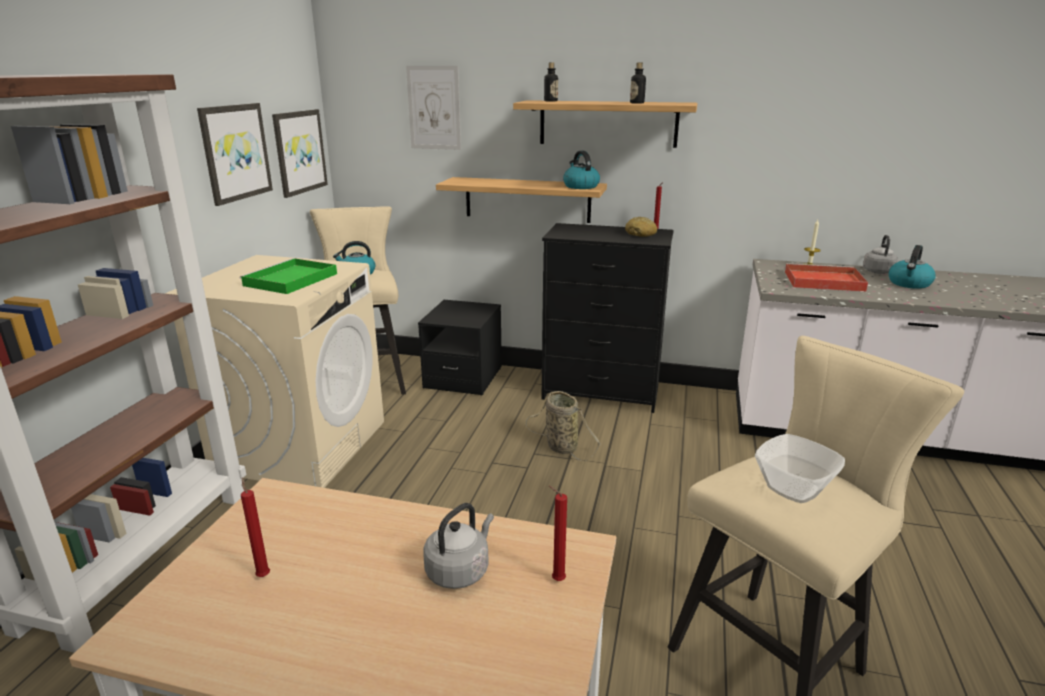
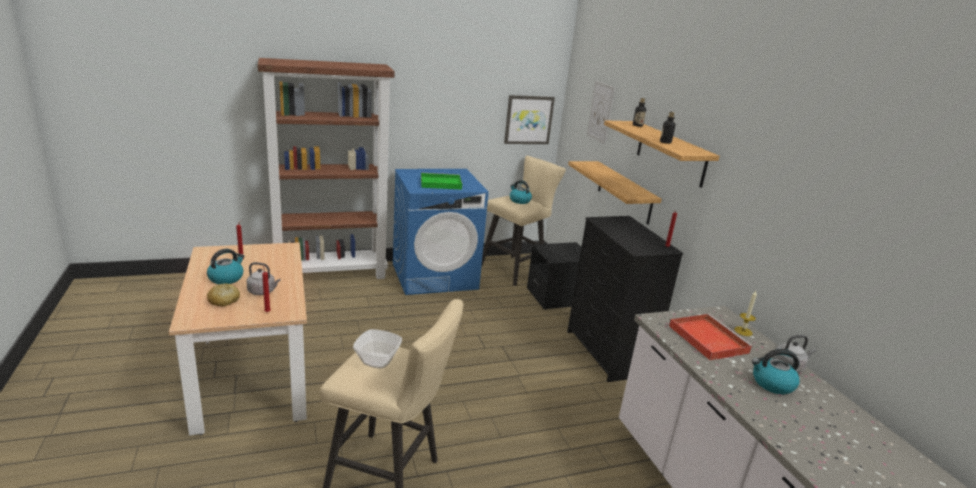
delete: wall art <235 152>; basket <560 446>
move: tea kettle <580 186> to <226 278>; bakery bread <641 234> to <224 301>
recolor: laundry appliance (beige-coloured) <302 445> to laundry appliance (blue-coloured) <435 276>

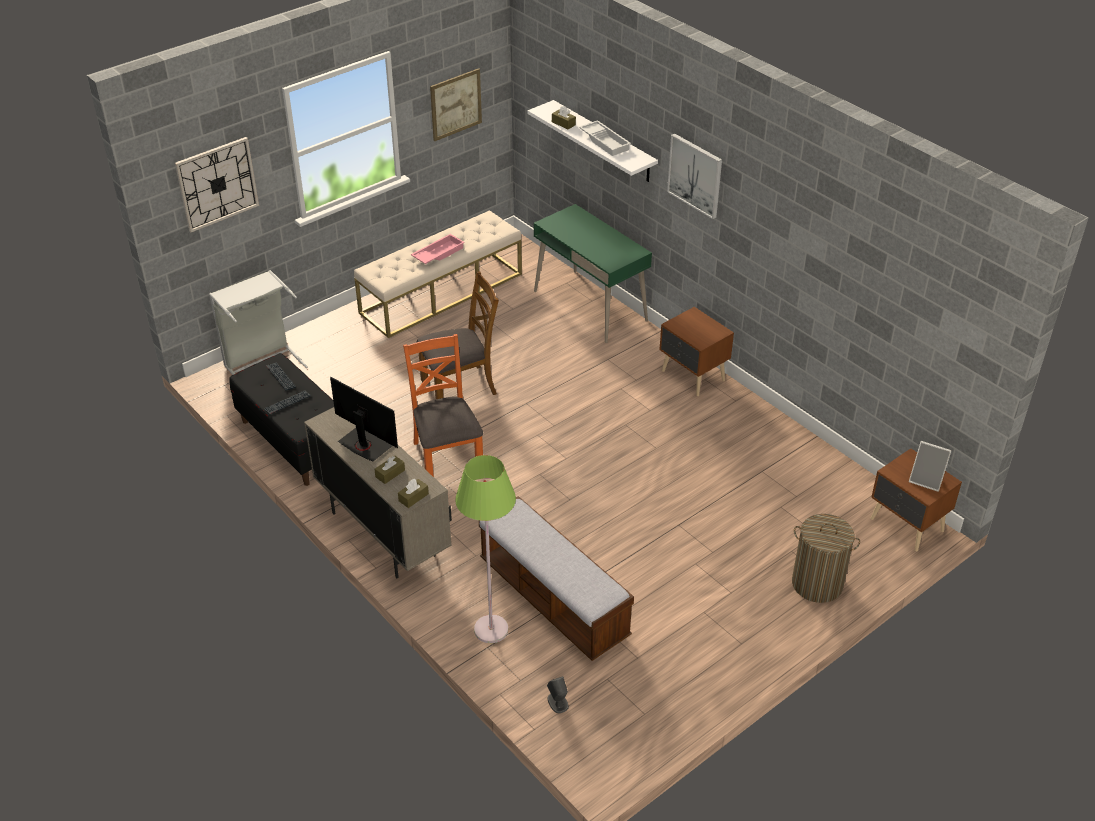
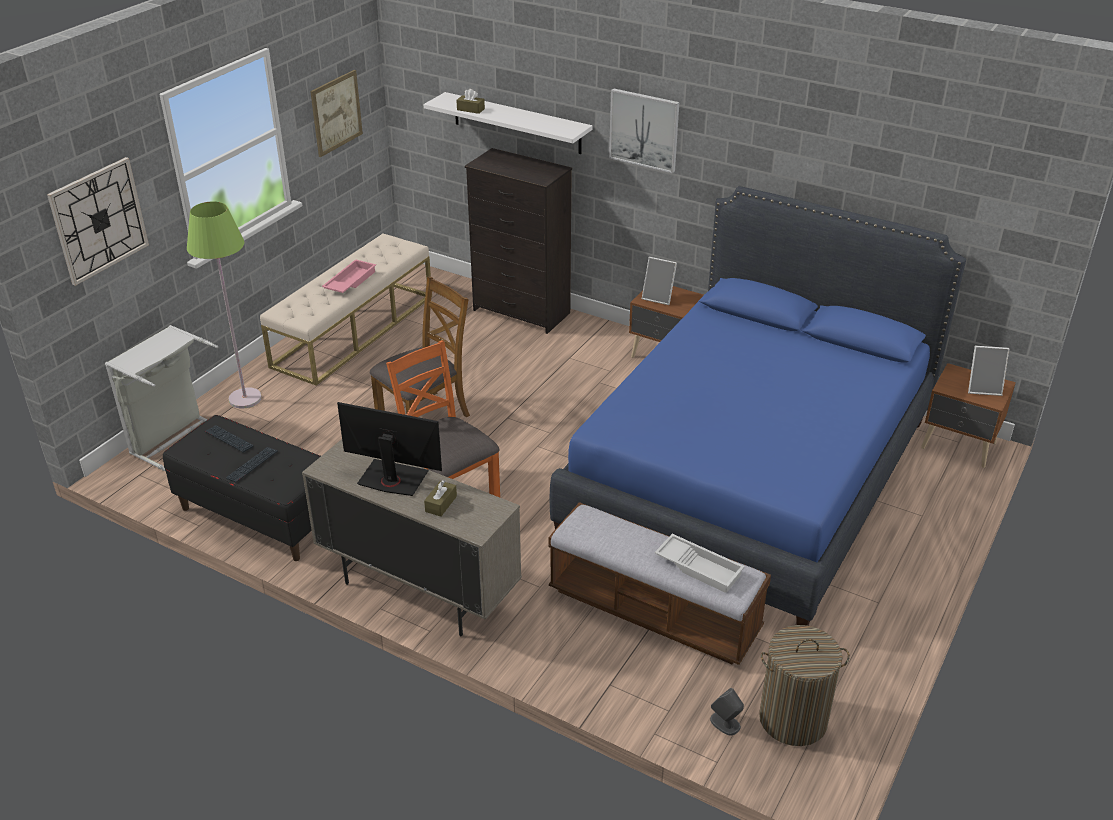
delete: tissue box (brown-coloured) <413 497>
insert: bed (blue-coloured) <750 475>; standing frame <659 297>
move: serving tray (white) <605 141> to <699 567>; floor lamp (green) <491 629> to <245 398>; washing basket <817 584> to <793 719>
replace: desk (green) <590 306> to dresser (blackish) <521 312>

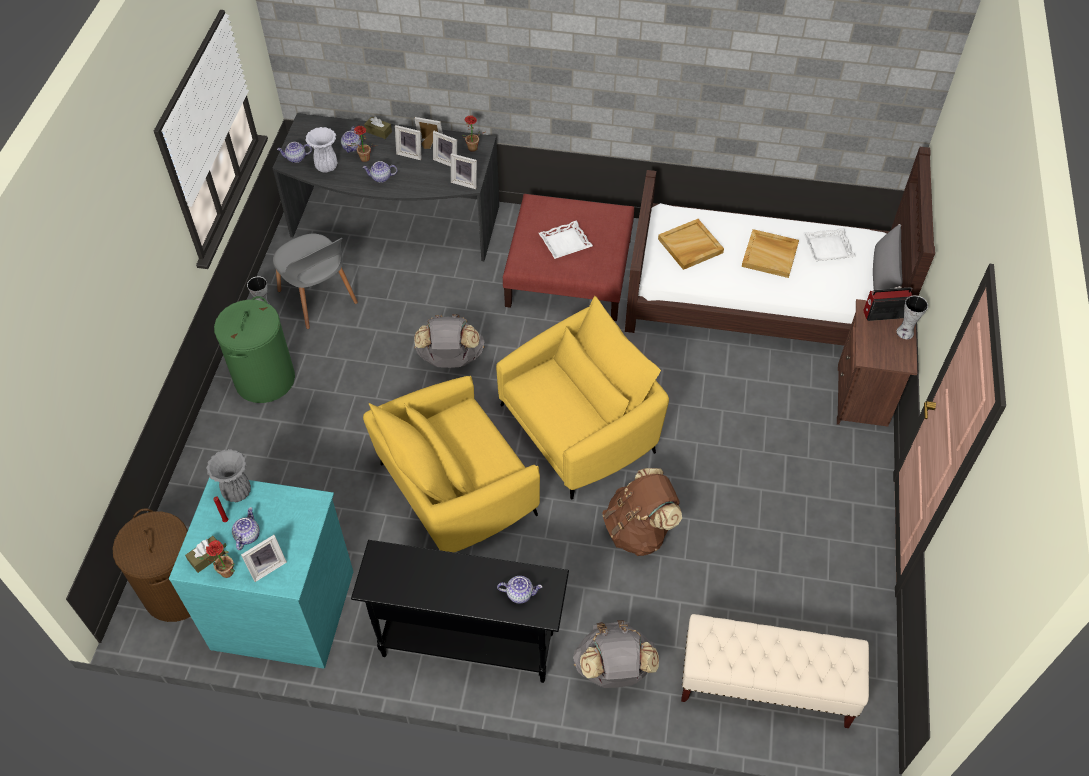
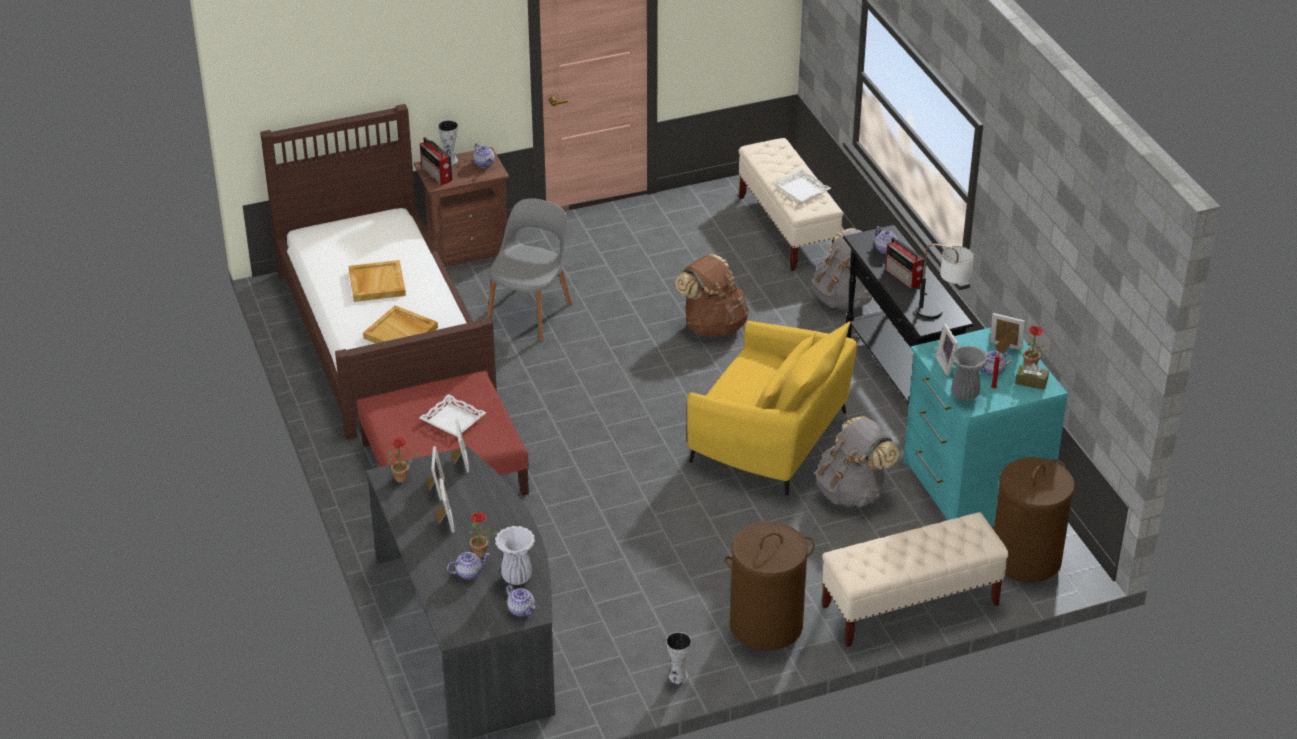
delete: tissue box (brown-coloured) <378 131>; pillow (grey) <883 276>; easy chair (yellow-coloured) <579 428>
insert: radio <904 277>; tabletop lamp <942 314>; bench (beige-coloured) <909 606>
move: standing frame <430 145> to <948 365>; tea pot <381 178> to <484 163>; serving tray (white) <828 248> to <801 190>; chair (grey) <318 298> to <530 313>; backpack (grey) <450 359> to <852 492>
recolor: washing basket (green) <264 379> to washing basket (brown-coloured) <766 625>

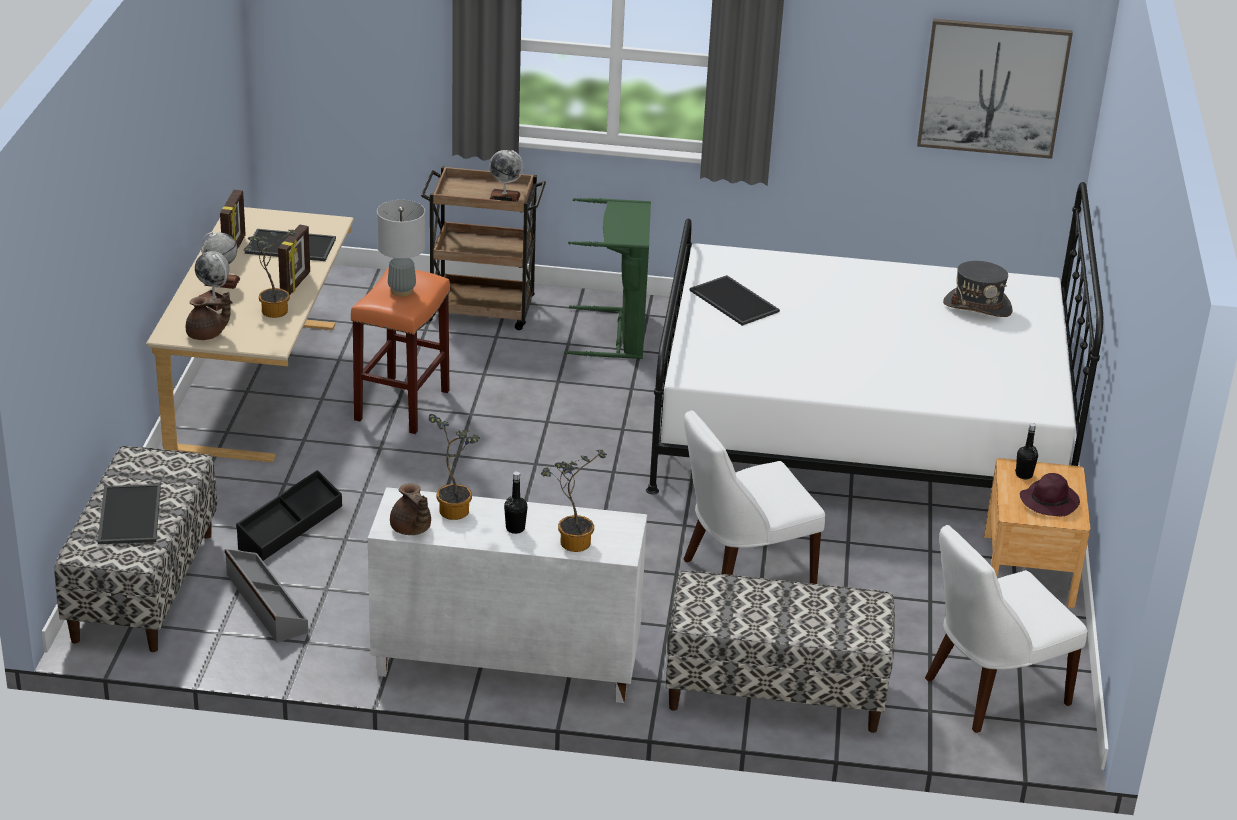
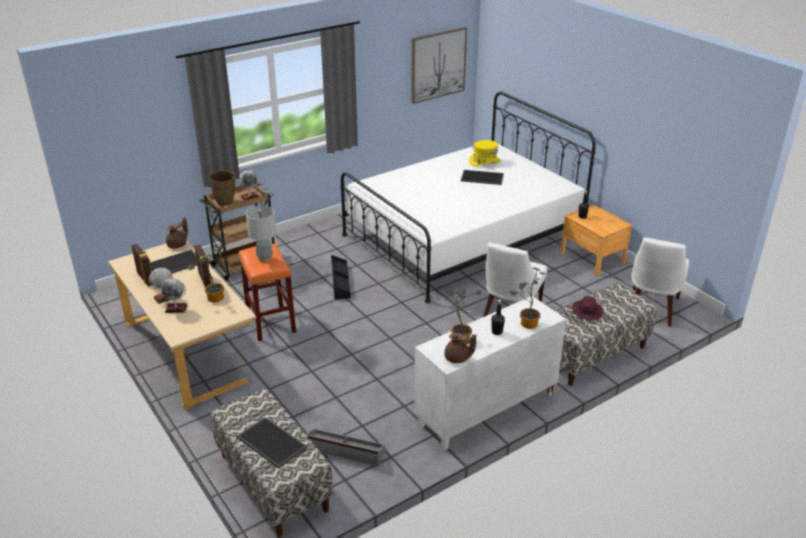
delete: washing basket (green) <617 334>
insert: vase (brown-coloured) <225 202>
move: serving tray <735 301> to <482 177>; tea pot (brown-coloured) <206 335> to <178 245>; storage container (blackish) <289 526> to <340 282>; hat (purplish) <1049 501> to <586 312>
recolor: hat (grey) <977 306> to hat (yellow-coloured) <484 162>

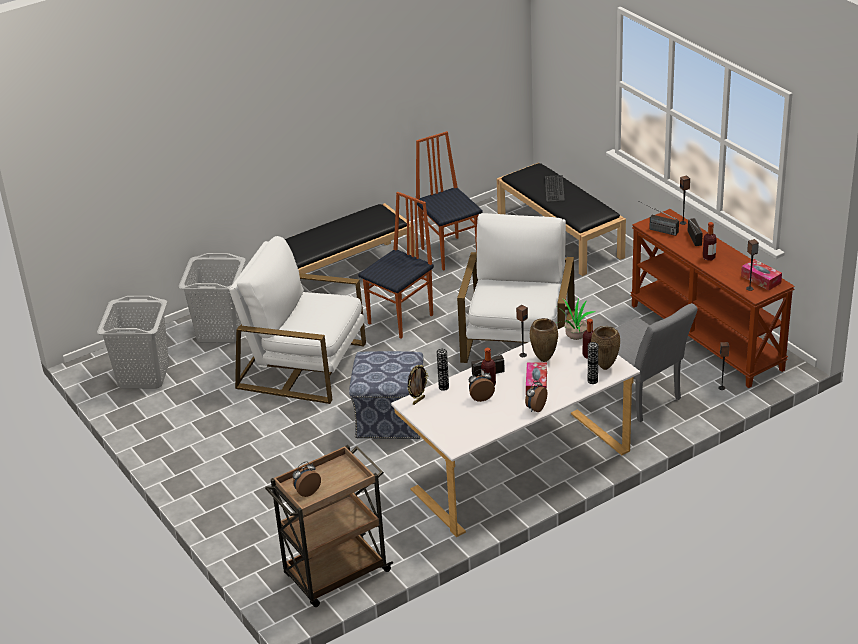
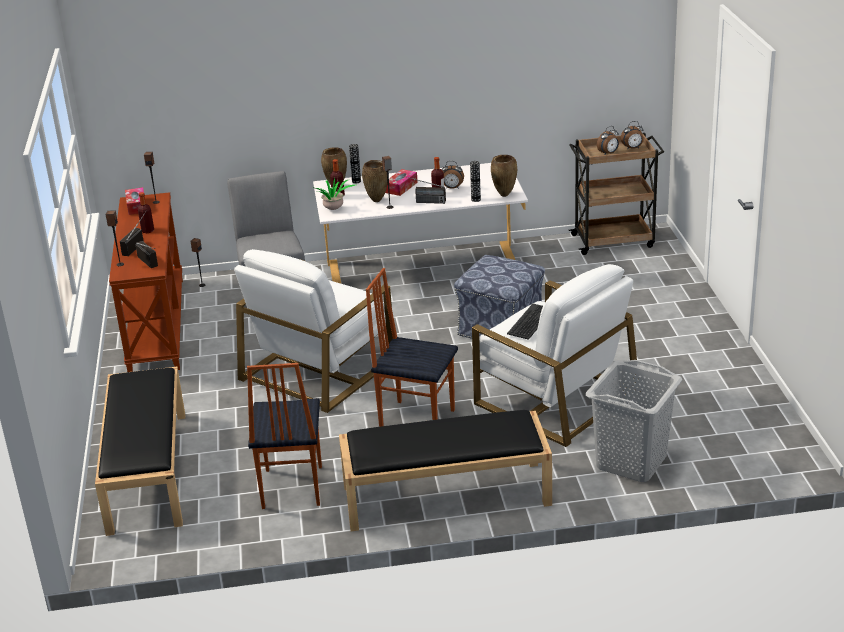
delete: washing basket (grey) <143 376>
move: keyboard <554 189> to <531 322>; table clock <535 408> to <608 153>
replace: standing frame <418 400> to vase (brown-coloured) <504 195>
rotate: chair <402 319> = <417 419> 45 degrees clockwise

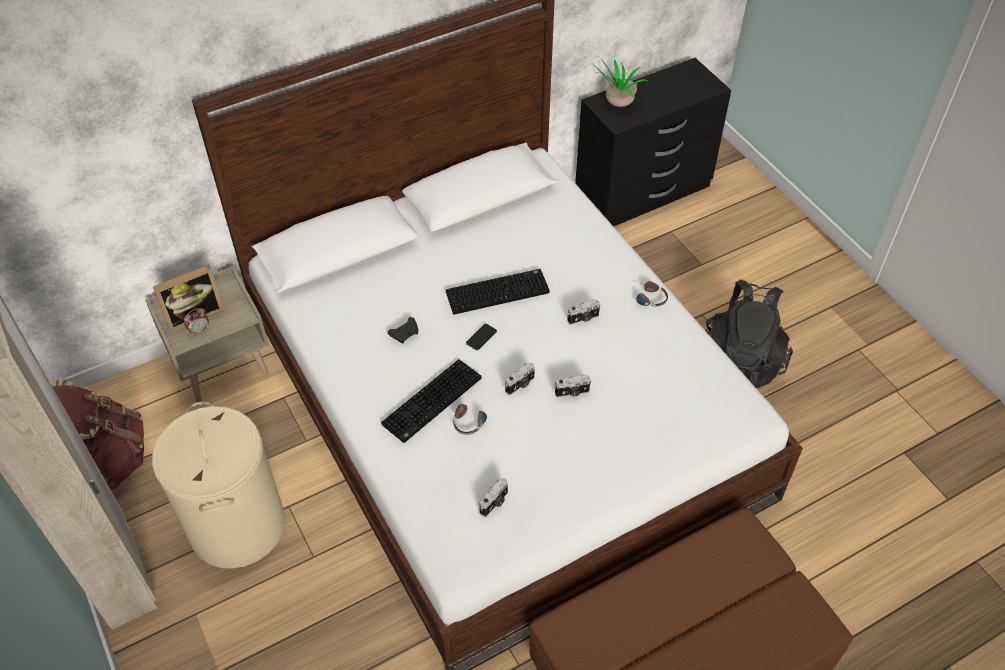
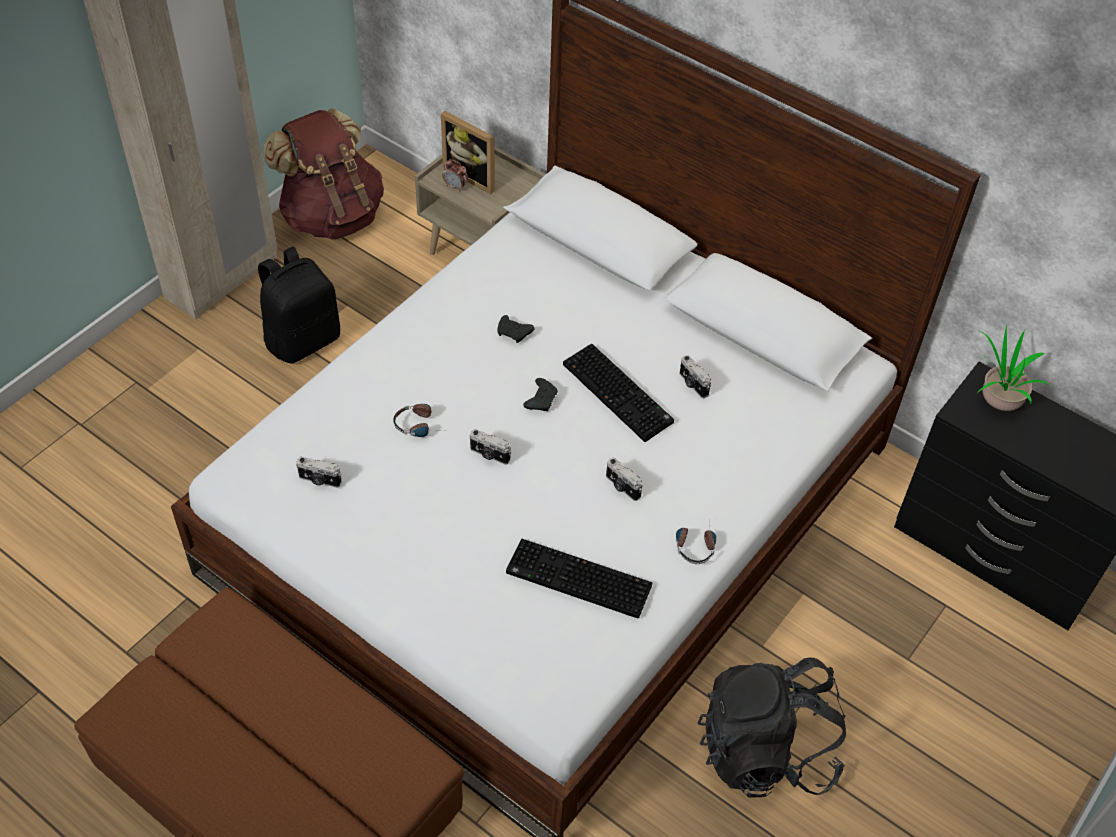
move: keyboard <432 403> to <576 581>; photo camera <572 393> to <692 384>
replace: handset <481 337> to joypad (blackish) <541 399>; washing basket (beige-coloured) <236 525> to backpack (blackish) <303 339>

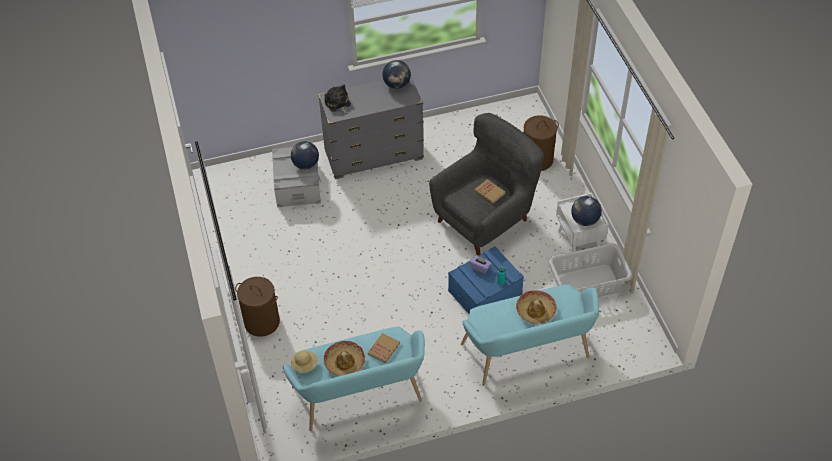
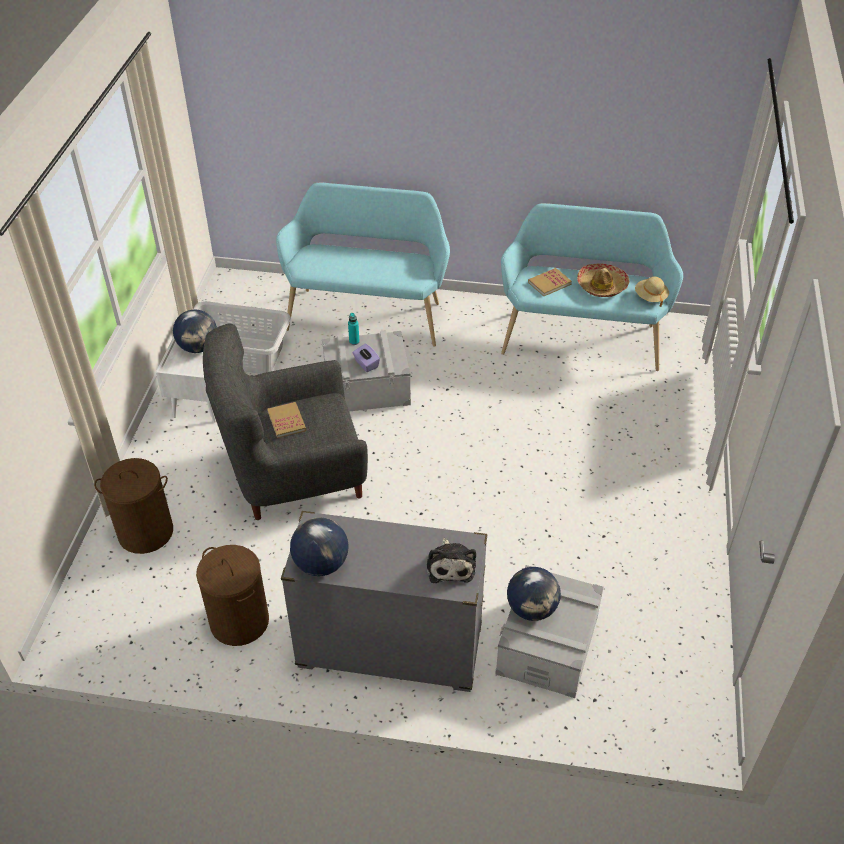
delete: hat <535 310>
move: washing basket (brown-coloured) <262 322> to <239 621>
recolor: storage container (blue-coloured) <485 293> to storage container (grey) <367 387>

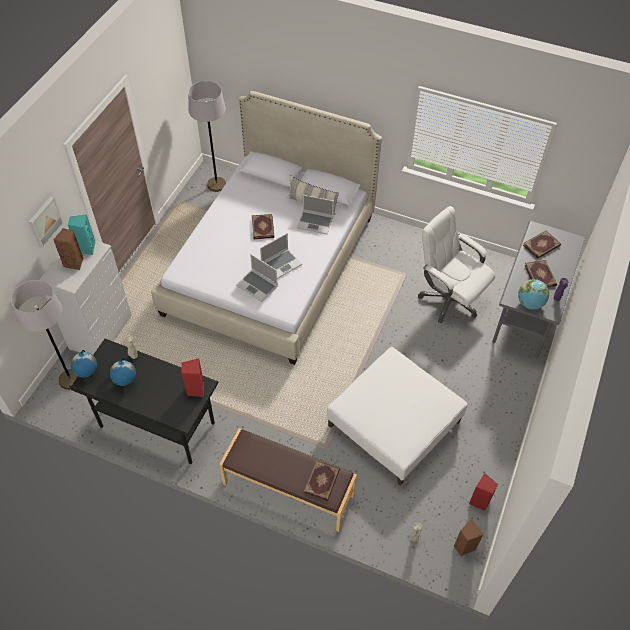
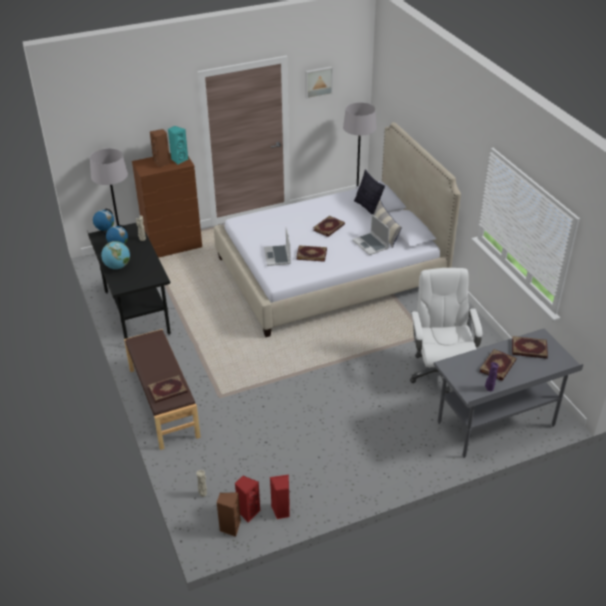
delete: footrest (white) <393 424>
insert: pillow <368 208>
move: wall art <44 221> to <318 82>; world globe <530 303> to <117 266>; loudspeaker (red) <195 389> to <248 512>
replace: portable computer <281 264> to bound book <311 254>
recolor: dresser (white) <101 332> to dresser (brown-coloured) <173 245>

